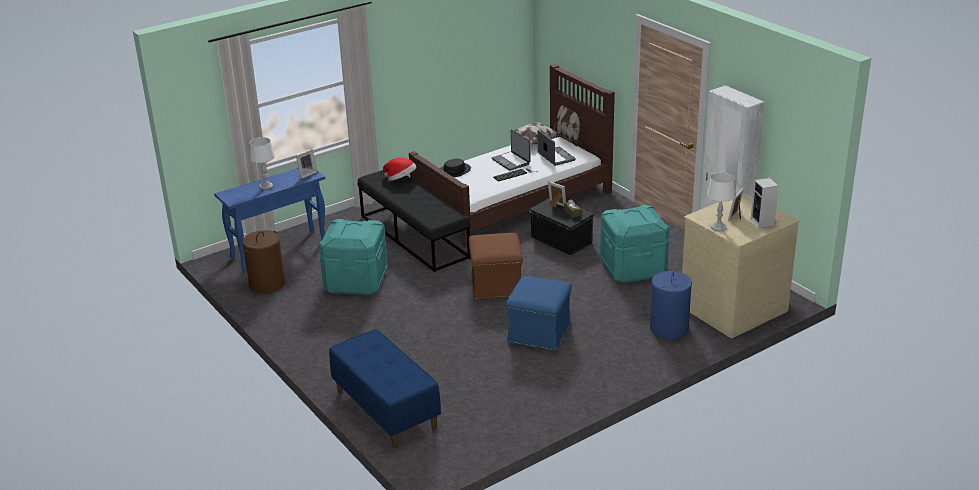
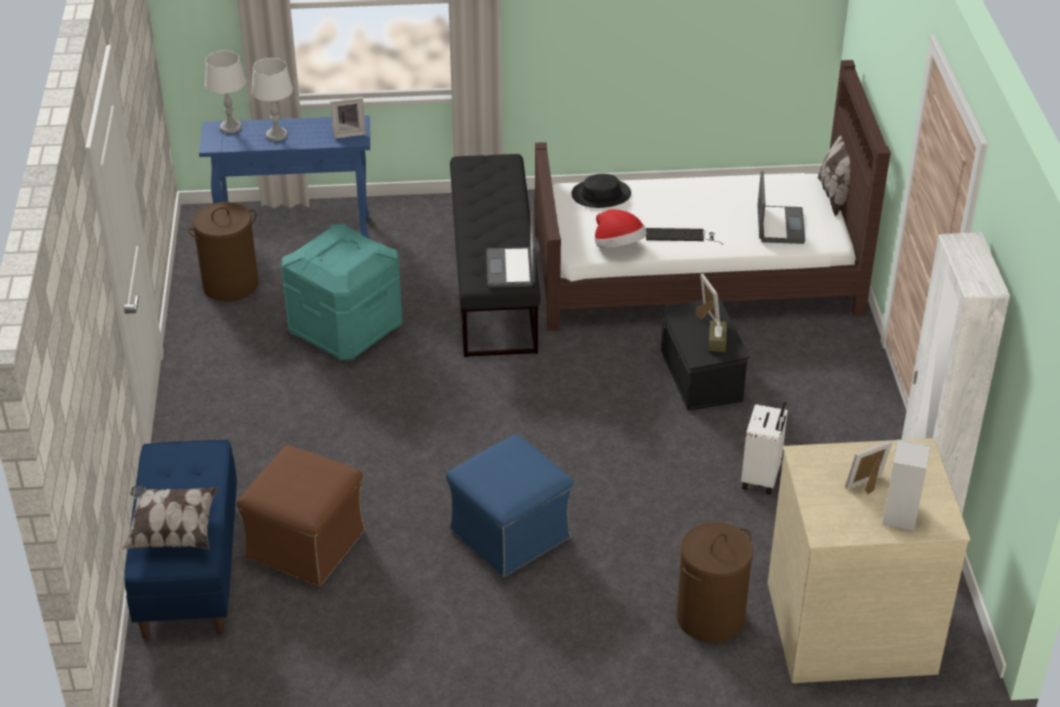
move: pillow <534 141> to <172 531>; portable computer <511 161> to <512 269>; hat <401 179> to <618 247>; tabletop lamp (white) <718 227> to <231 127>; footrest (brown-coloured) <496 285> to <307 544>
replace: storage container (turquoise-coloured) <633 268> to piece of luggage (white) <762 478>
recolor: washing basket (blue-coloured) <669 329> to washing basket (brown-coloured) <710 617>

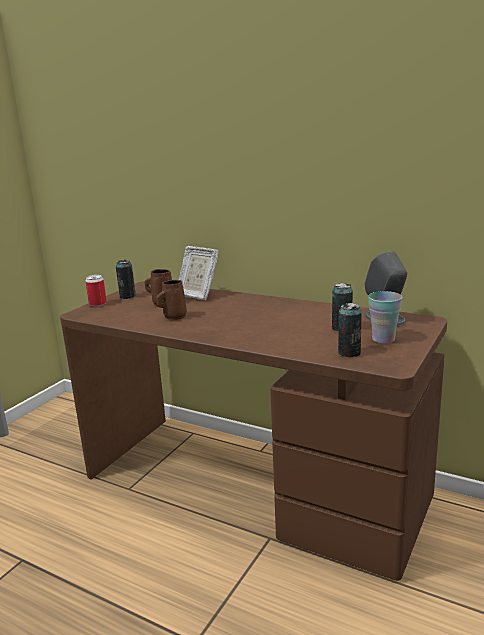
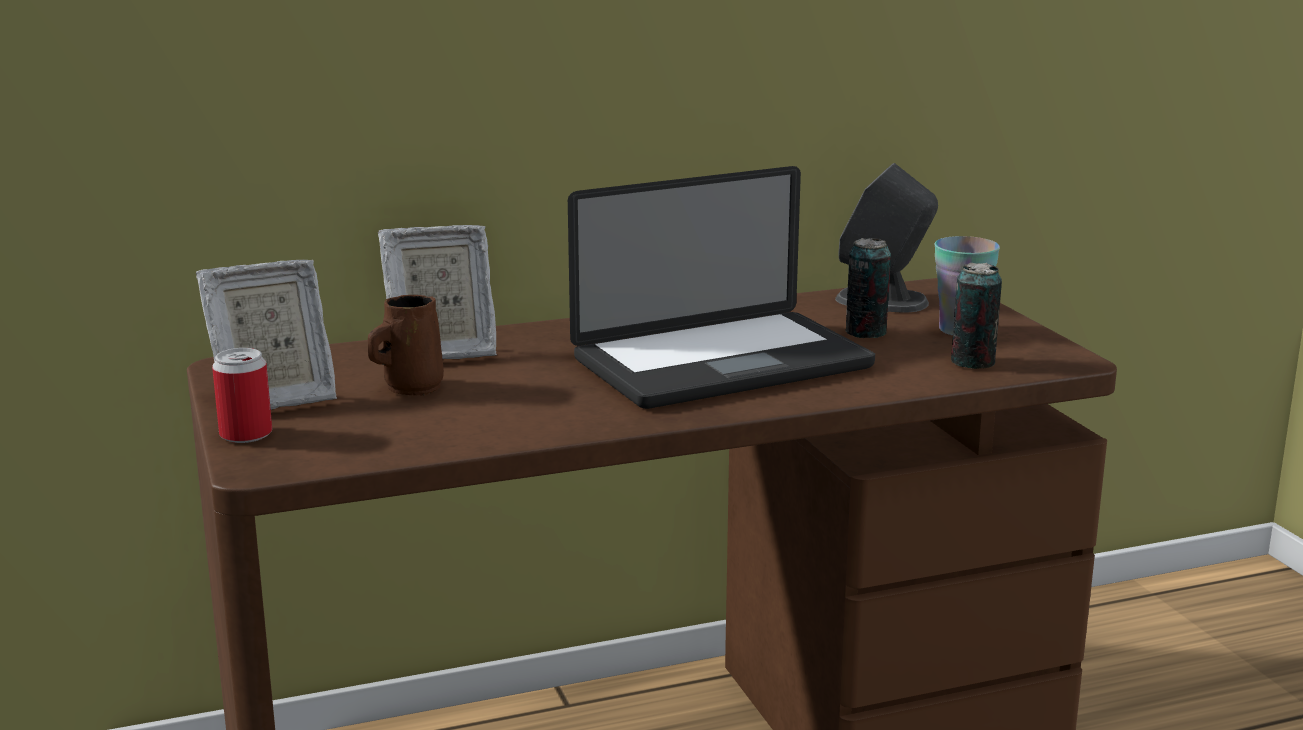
delete: coffee mug (brown-coloured) <174 317>
insert: portable computer <722 364>
replace: sealed can <127 296> to standing frame <273 399>

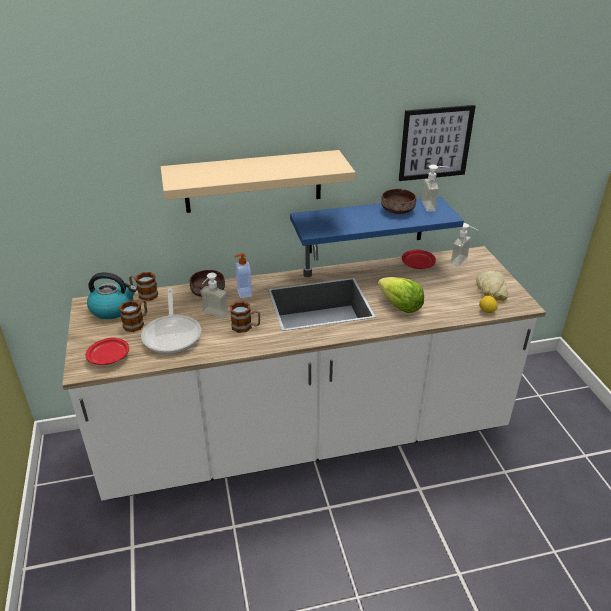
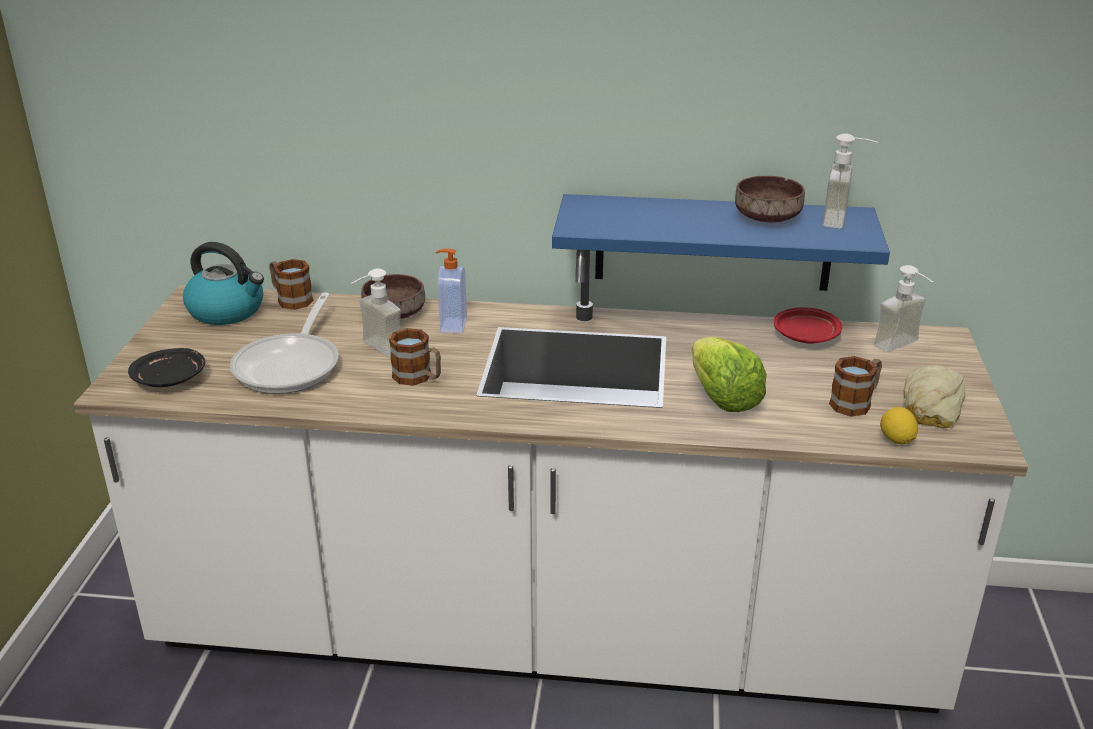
delete: wall art <435 143>; shelf (beige-coloured) <253 181>
move: coffee mug <137 323> to <856 402>
recolor: plate (red) <109 357> to plate (blackish) <171 379>

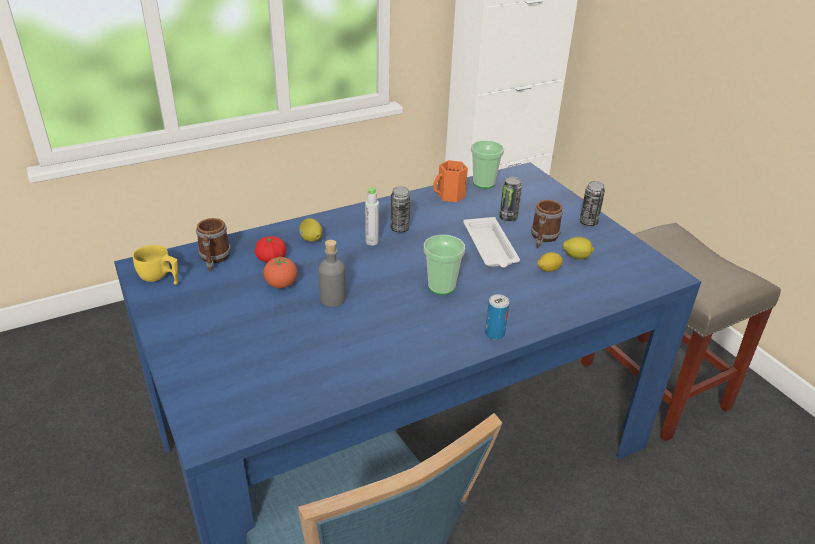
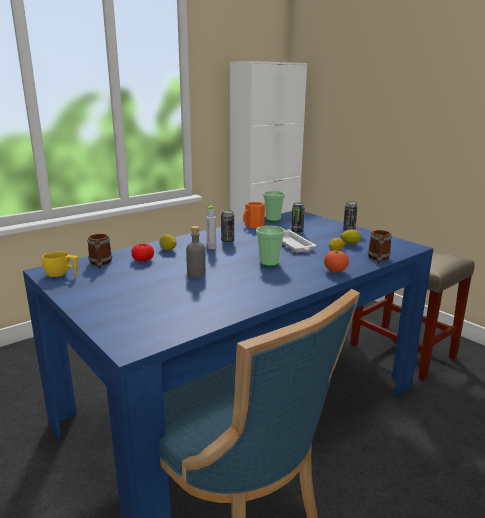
delete: sealed can <494 334>
move: coffee mug <543 238> to <378 258>; fresh tomato <281 284> to <335 271>

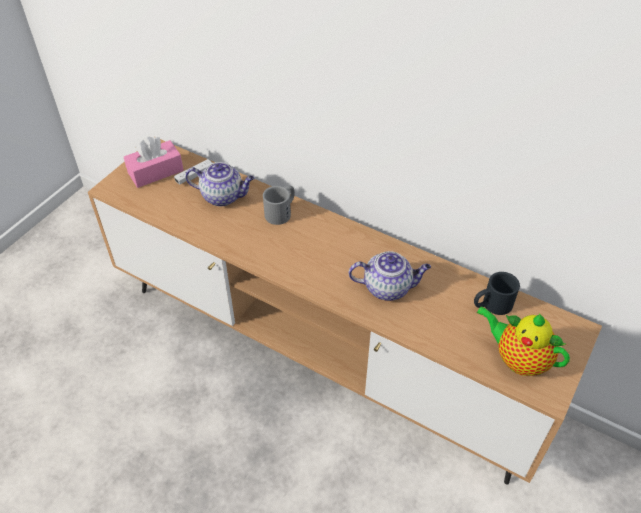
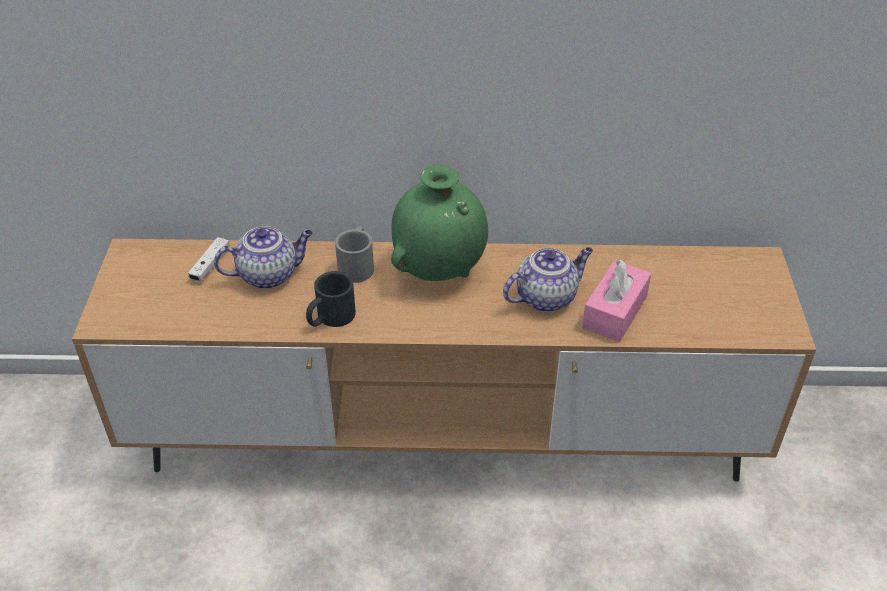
delete: tea pot <518 359>
insert: vase (green) <440 270>
move: tissue box (pink) <155 172> to <614 312>; coffee mug (blackish) <491 305> to <330 318>

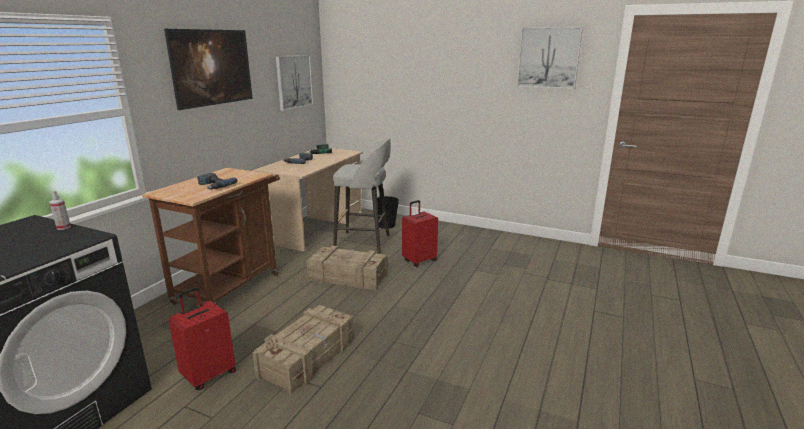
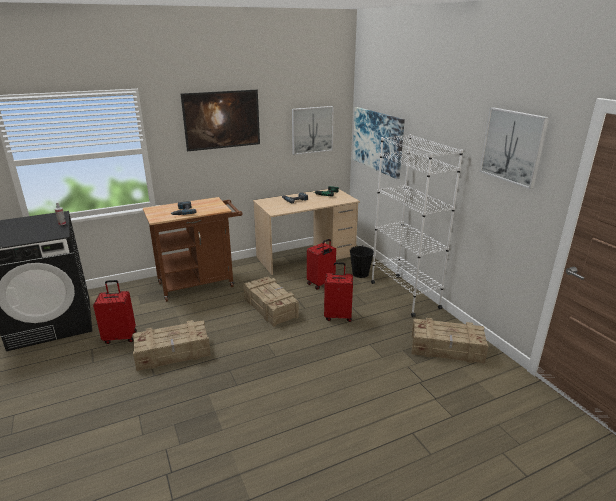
insert: wall art <377 141>; bookshelf (white) <404 295>; crate <447 349>
replace: sitting stool (grey) <364 243> to piece of luggage (red) <321 283>

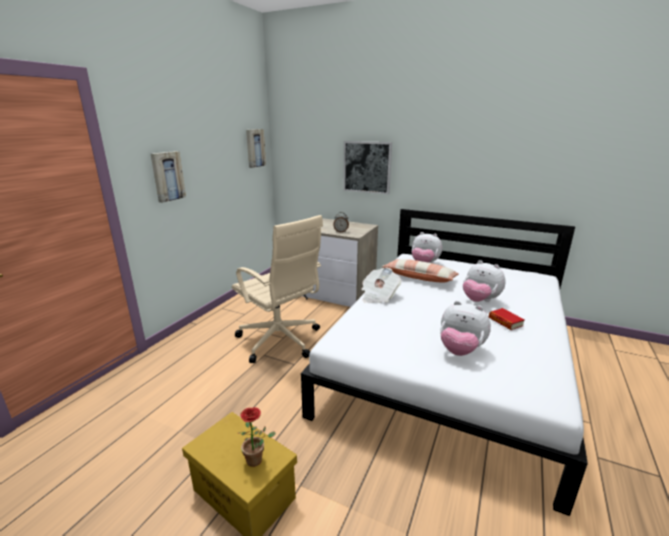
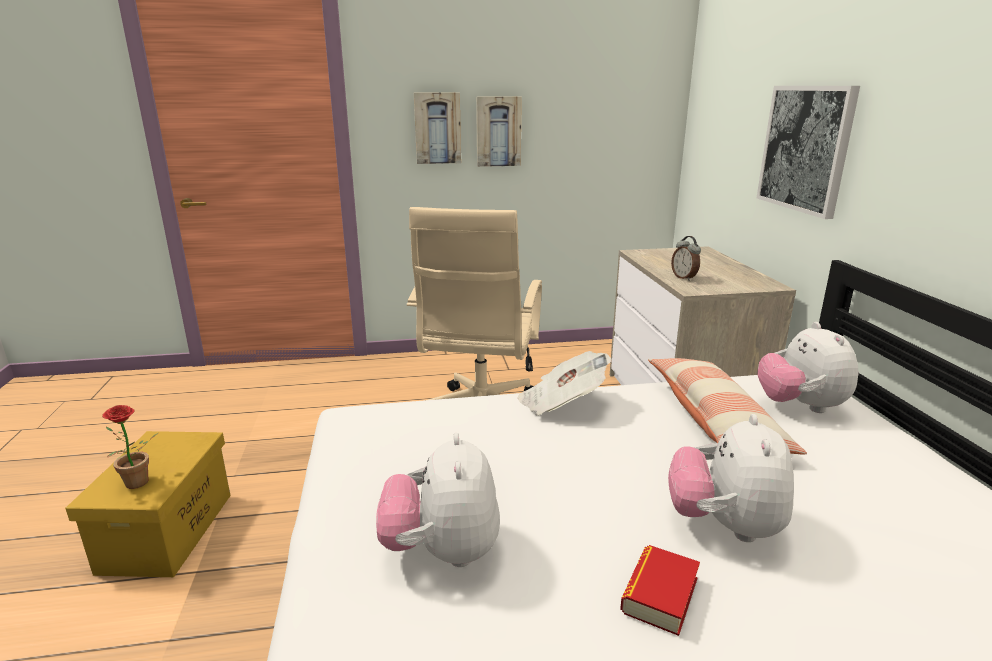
move: wall art <254 148> to <498 131>

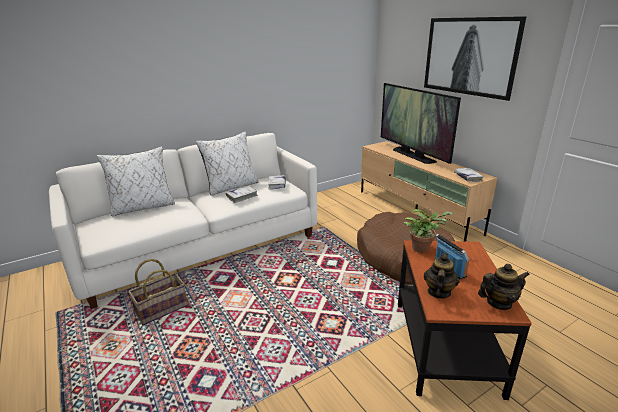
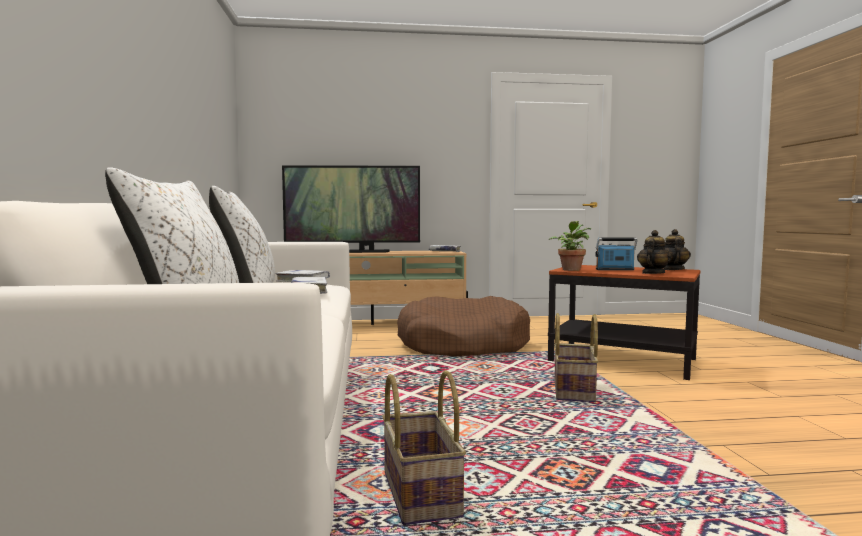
delete: wall art <469 56>
insert: basket <575 391>
rotate: tea pot <438 292> = <652 273> 75 degrees clockwise

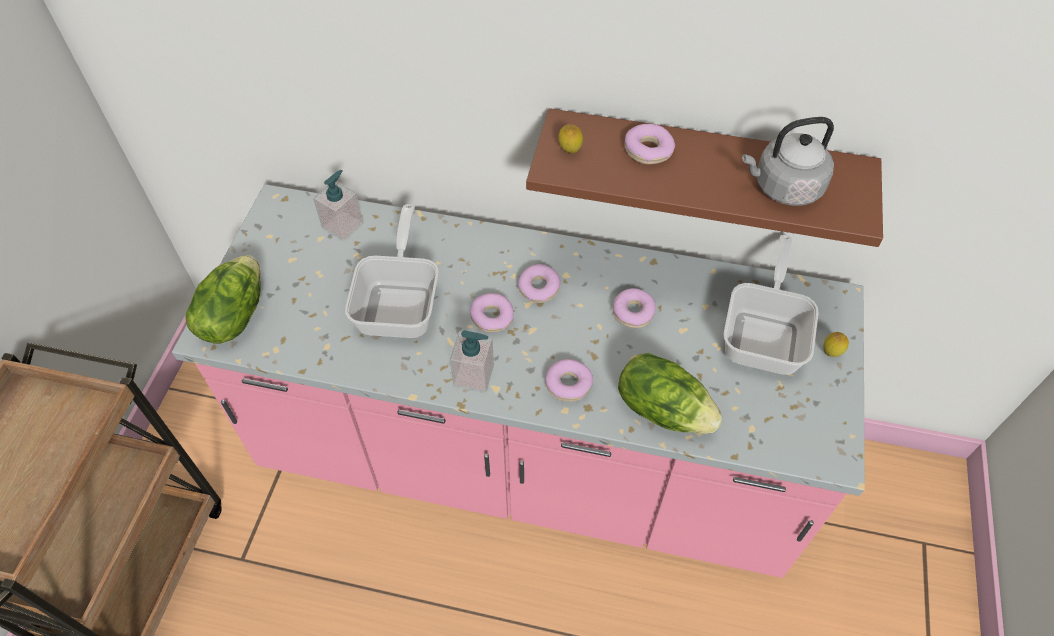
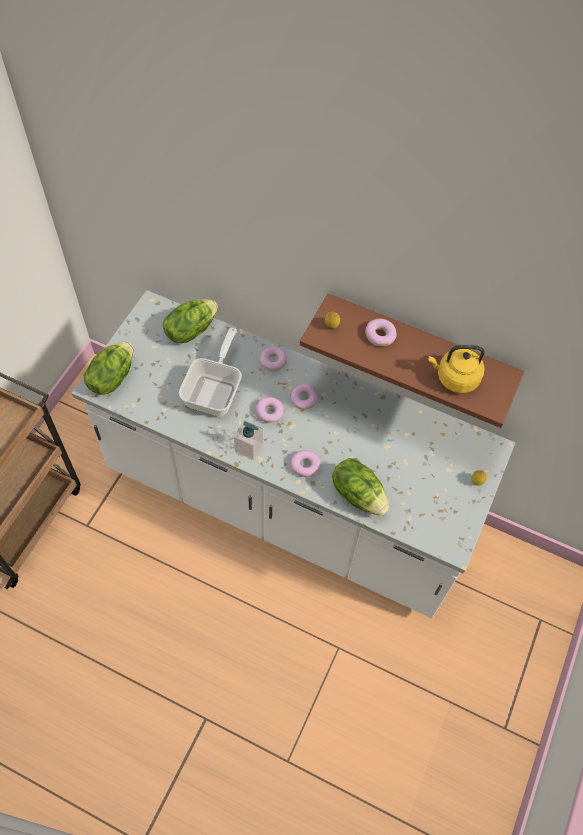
delete: skillet <765 334>
move: donut <633 312> to <273 361>
replace: soap bottle <343 225> to lettuce head <190 330>
recolor: tea kettle (grey) <783 188> to tea kettle (yellow-coloured) <454 378>; kitchen counter (pink) <527 460> to kitchen counter (white) <286 503>

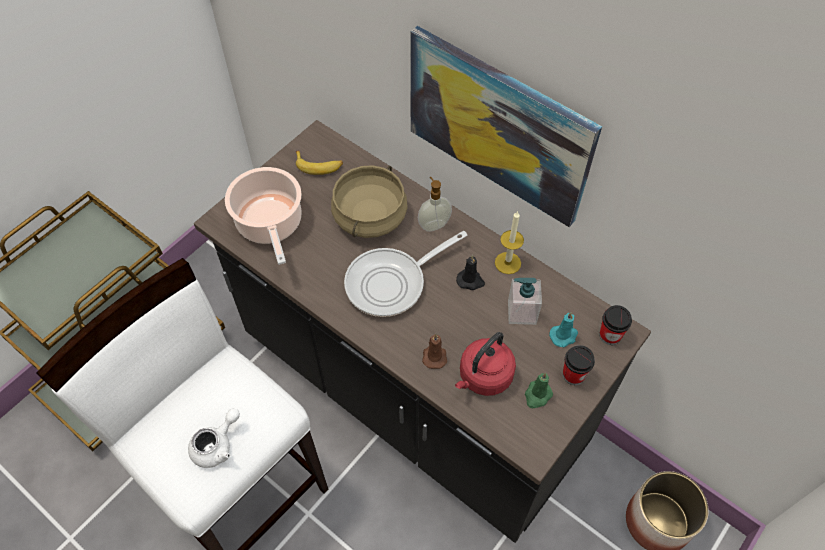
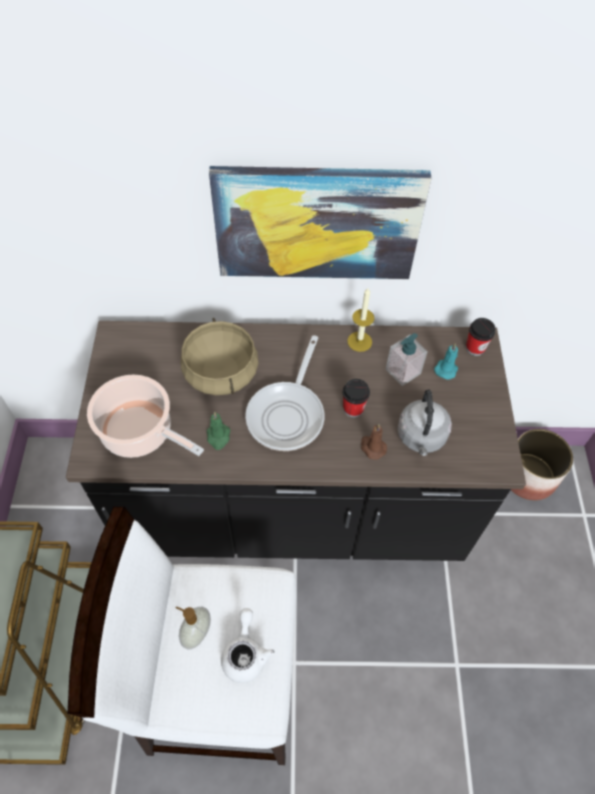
delete: banana <319 165>; wax candle (blackish) <470 281>
move: soap bottle <433 224> to <196 633>; cup <573 375> to <353 409>; wax candle (green) <537 395> to <218 437>
recolor: tea kettle (red) <483 377> to tea kettle (grey) <421 438>

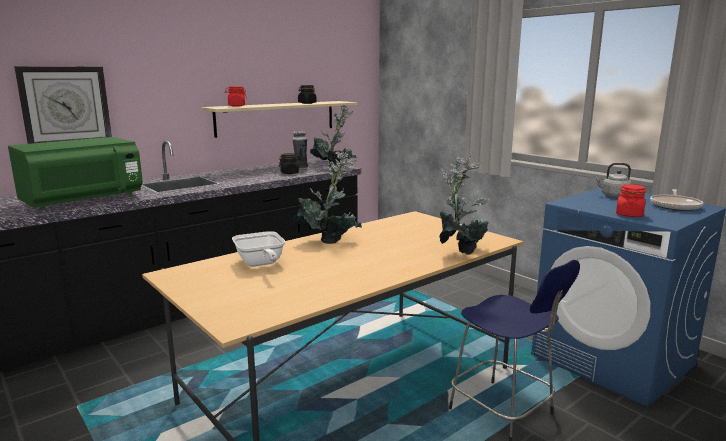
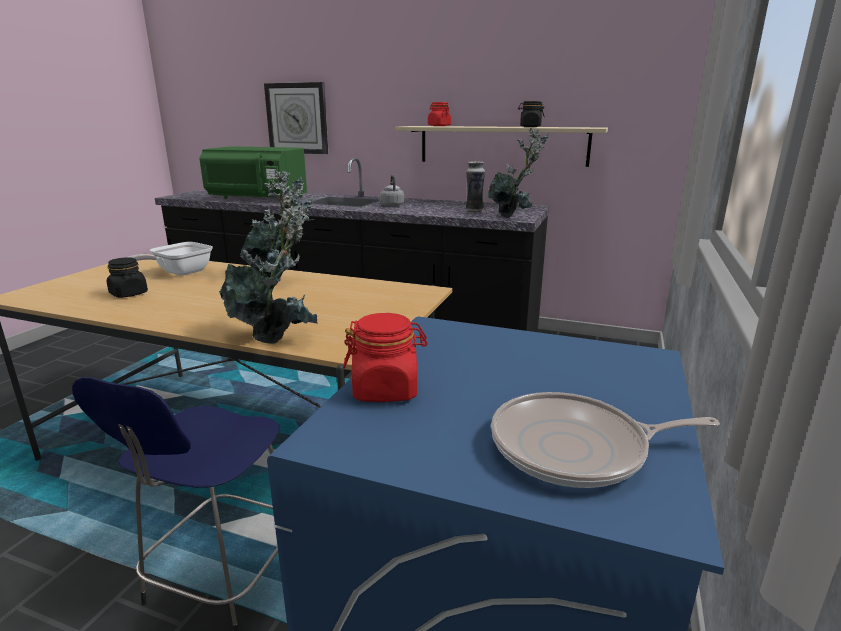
move: preserve jar (blackish) <289 173> to <129 294>; tea kettle (grey) <613 196> to <392 205>

